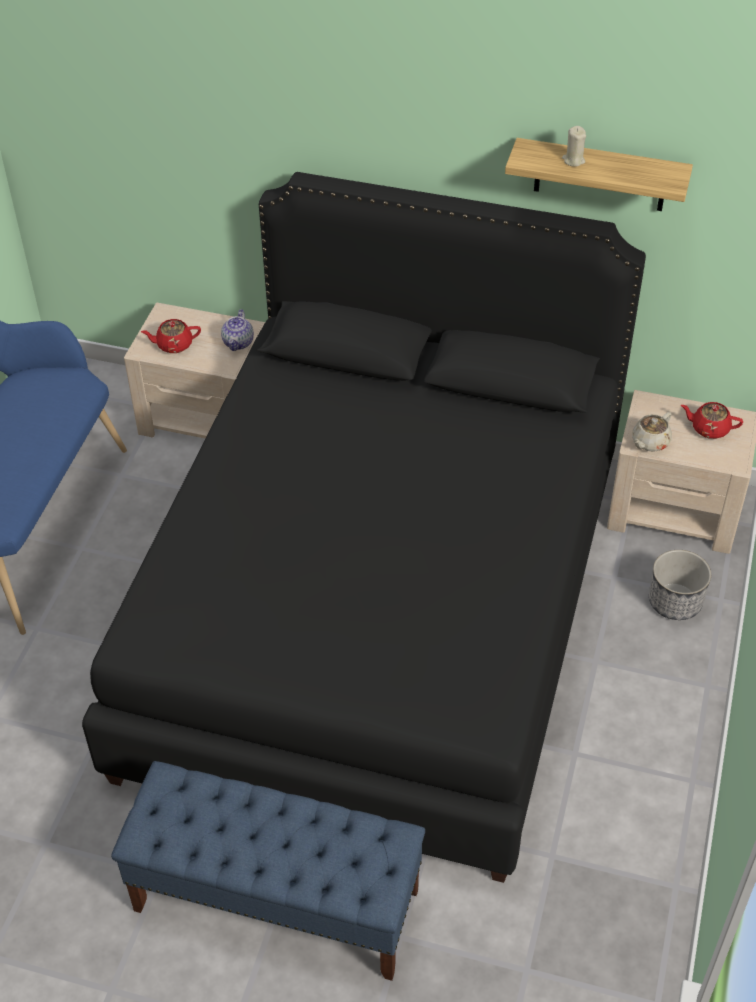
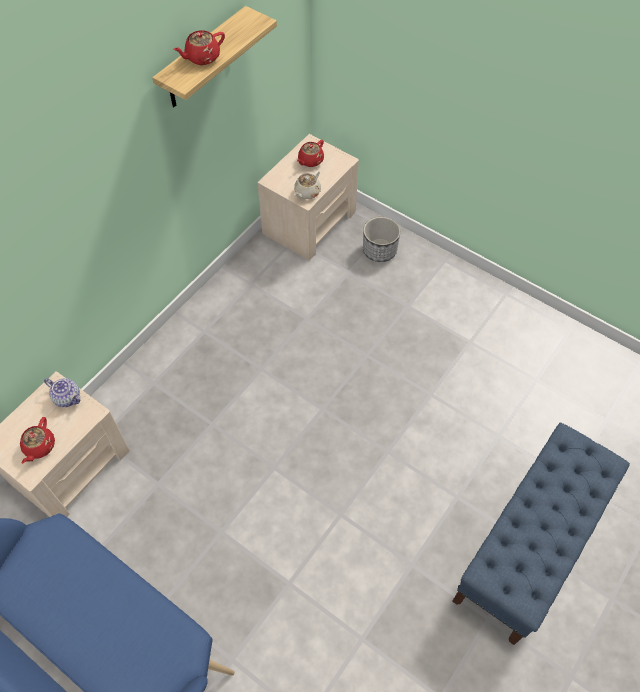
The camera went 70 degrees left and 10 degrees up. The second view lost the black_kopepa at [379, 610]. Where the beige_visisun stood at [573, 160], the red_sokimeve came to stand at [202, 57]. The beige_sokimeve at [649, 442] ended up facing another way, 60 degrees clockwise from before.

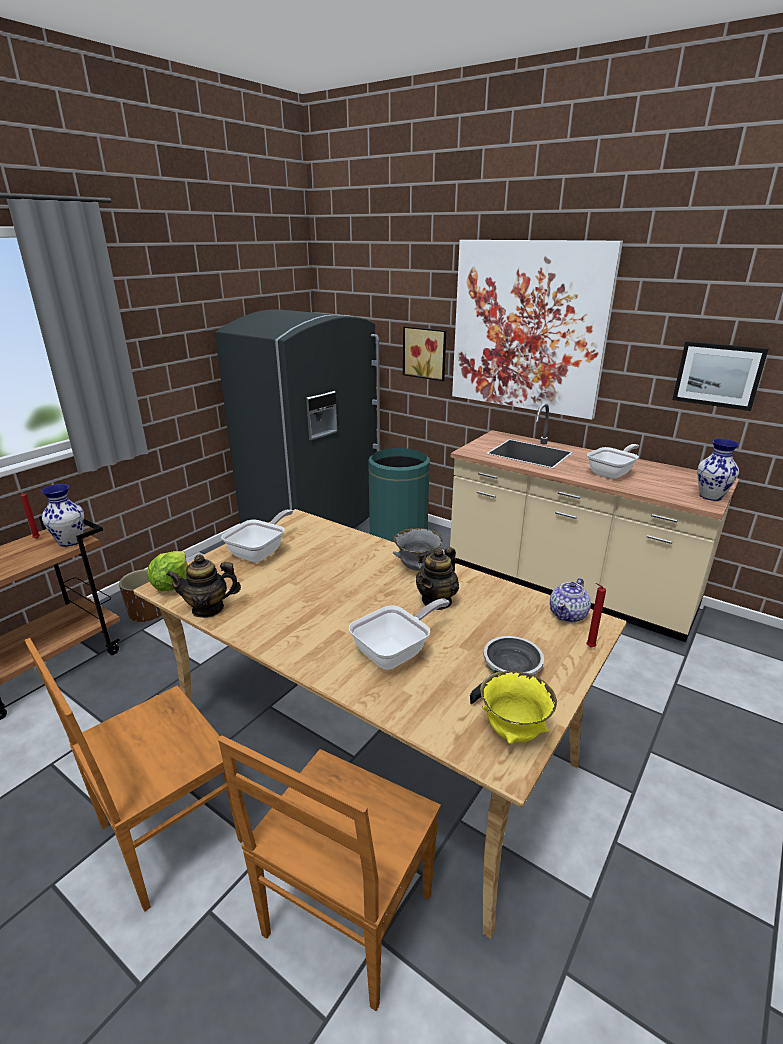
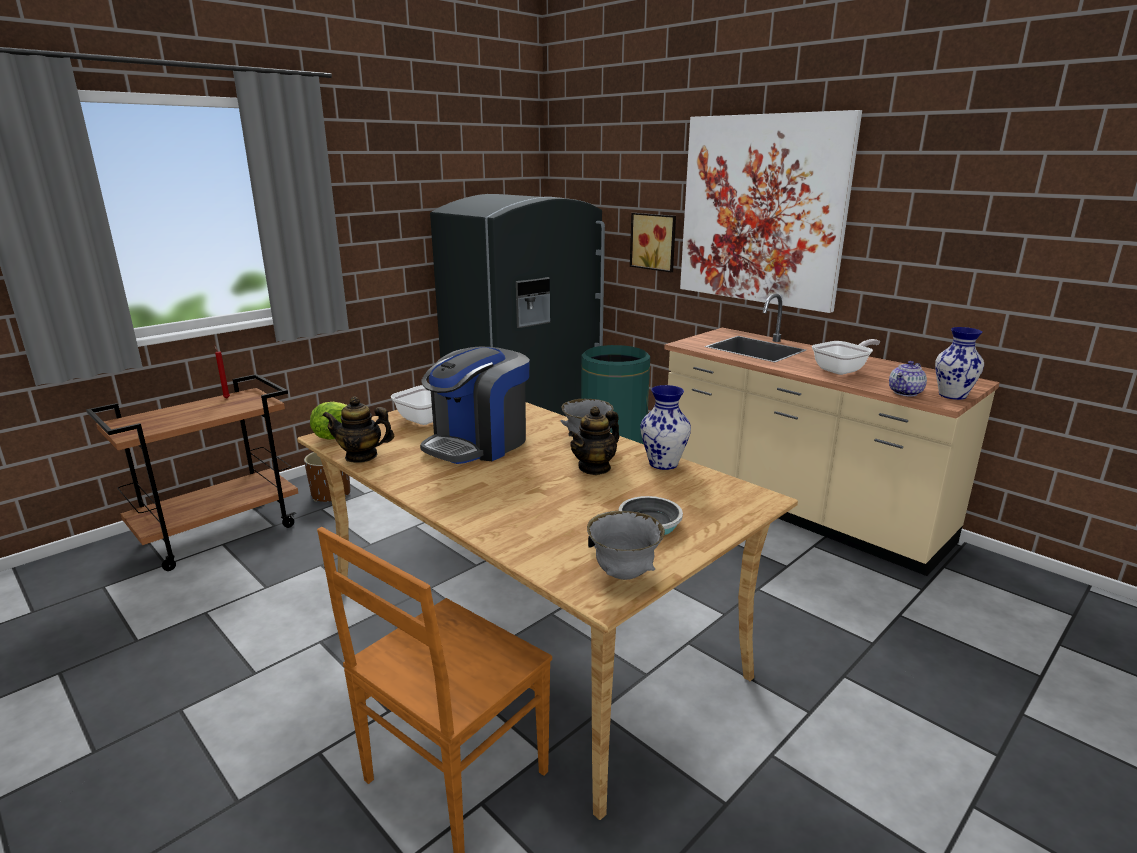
The camera went 10 degrees right and 5 degrees down. The second view lost the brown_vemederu at [167, 835]. The second view lost the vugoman at [396, 652]. The second view lost the red_visisun at [589, 647]. The second view lost the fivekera at [718, 375]. The second view gained the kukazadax at [478, 444]. The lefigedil ended up elsewhere, having gone from [70, 542] to [663, 464]. The sokimeve ended up elsewhere, having gone from [568, 614] to [905, 392]. What was the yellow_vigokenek at [513, 732] turned into the grey_vigokenek at [624, 574].

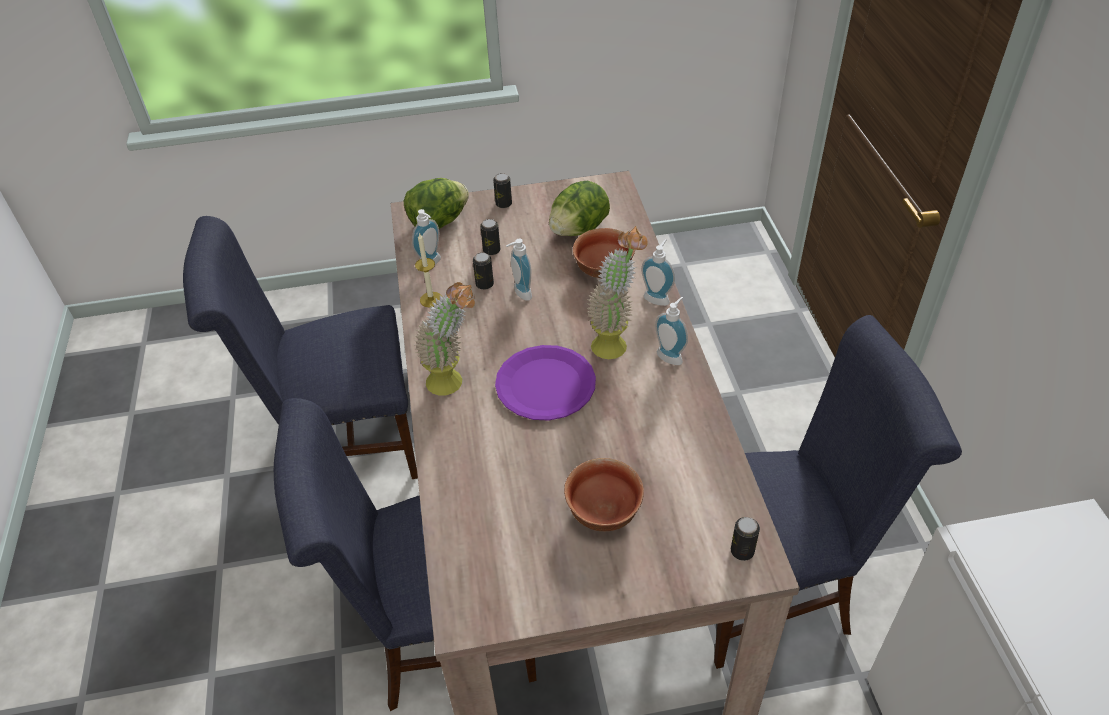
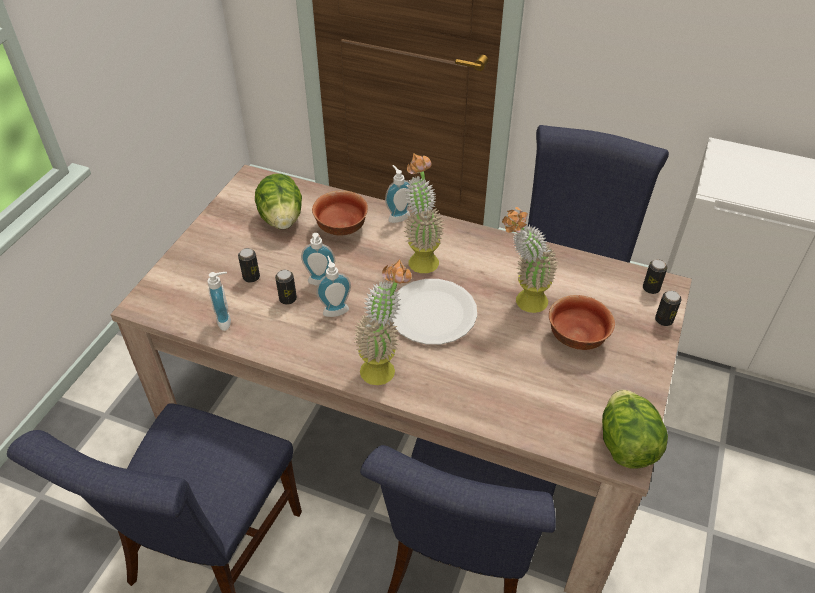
The camera went 60 degrees left and 0 degrees up. The second view lost the visisun at [431, 299]. The second view gained the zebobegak at [523, 301]. The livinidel ended up elsewhere, having gone from [438, 222] to [626, 445]. The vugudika ended up elsewhere, having gone from [503, 204] to [663, 320]. The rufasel ended up elsewhere, having gone from [671, 355] to [335, 309]. What was the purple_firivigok at [546, 384] turned into the white_firivigok at [432, 313].

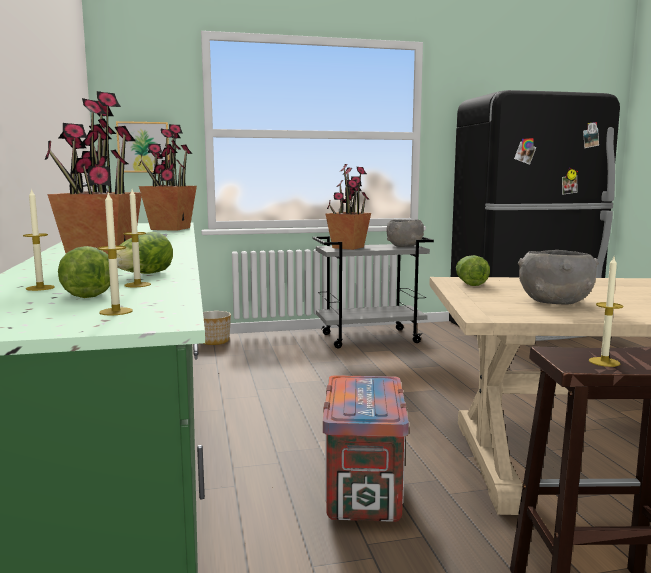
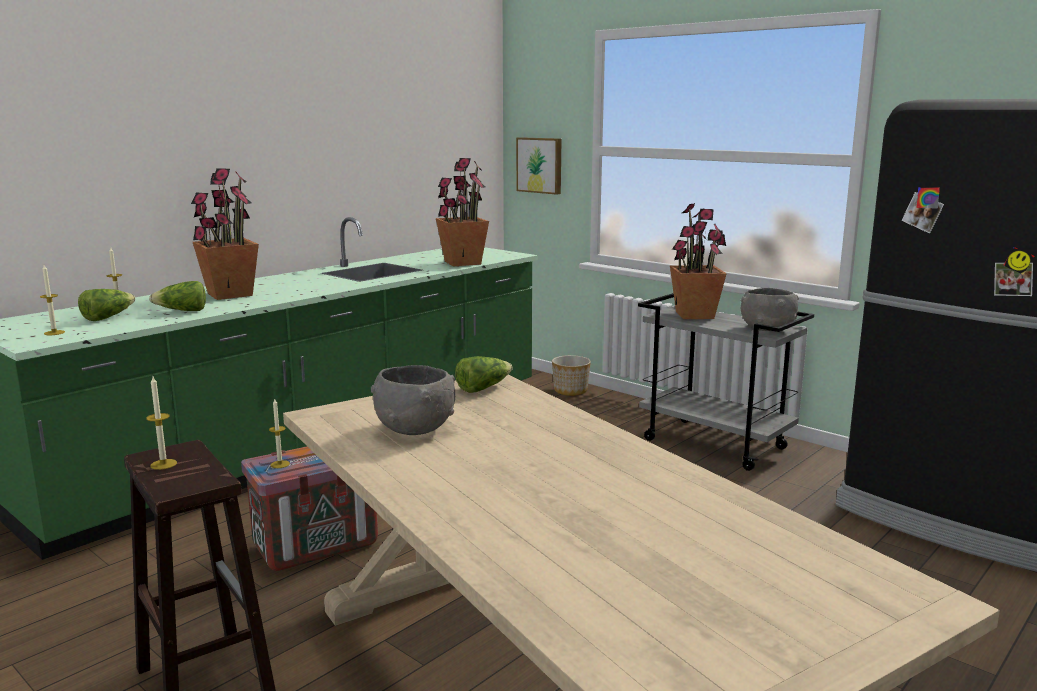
The camera went 55 degrees right and 5 degrees up. The visisun ended up elsewhere, having gone from [137, 285] to [280, 464].

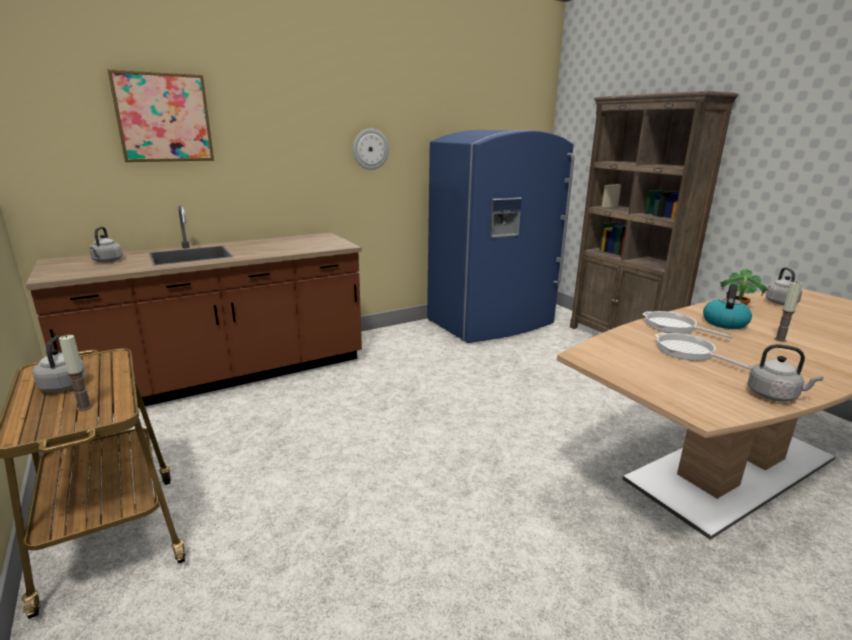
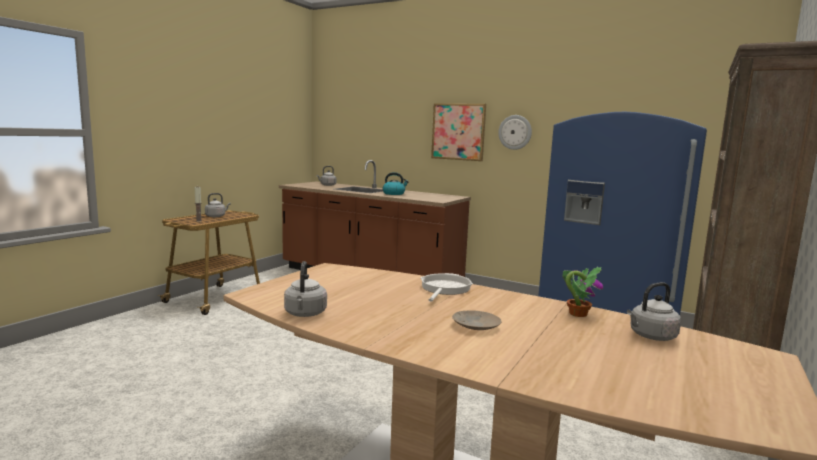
The camera went 60 degrees right and 10 degrees down. The second view lost the vugoman at [688, 352]. The fivekera ended up elsewhere, having gone from [163, 118] to [458, 132]. The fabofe ended up elsewhere, having gone from [724, 322] to [394, 194]. Where the visisun stood at [780, 339], the beige_firivigok came to stand at [475, 325].

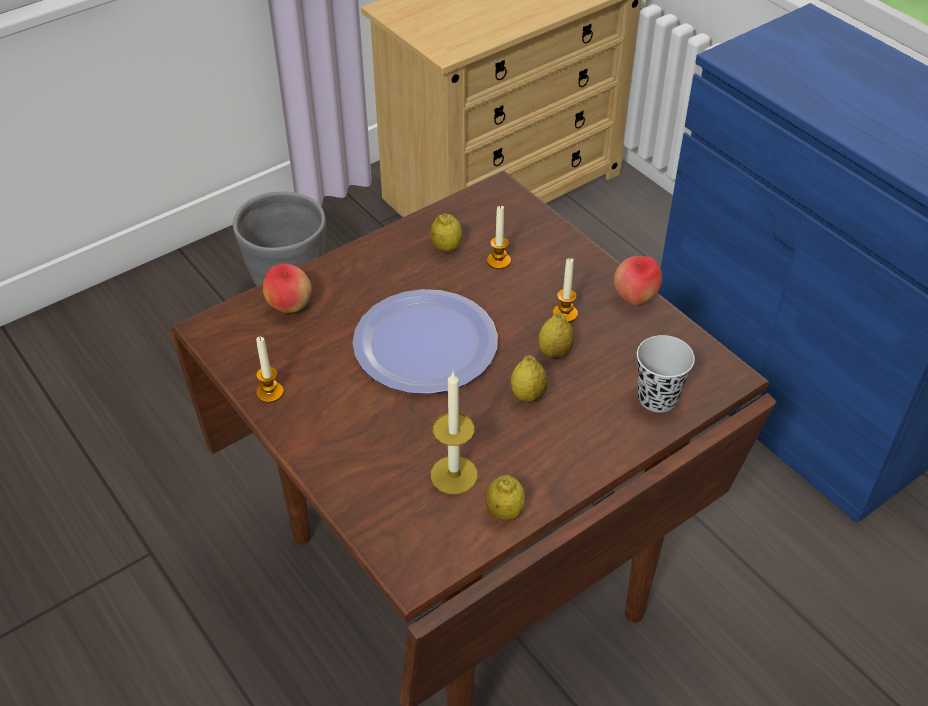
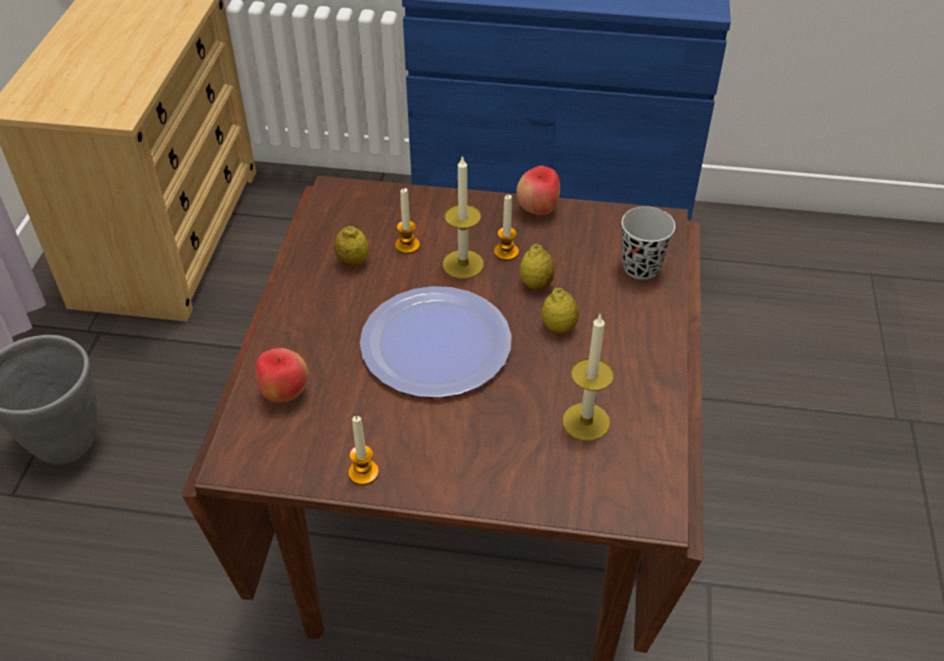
The camera went 45 degrees left and 0 degrees up. The second view lost the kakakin at [504, 511]. The second view gained the visisun at [463, 264].

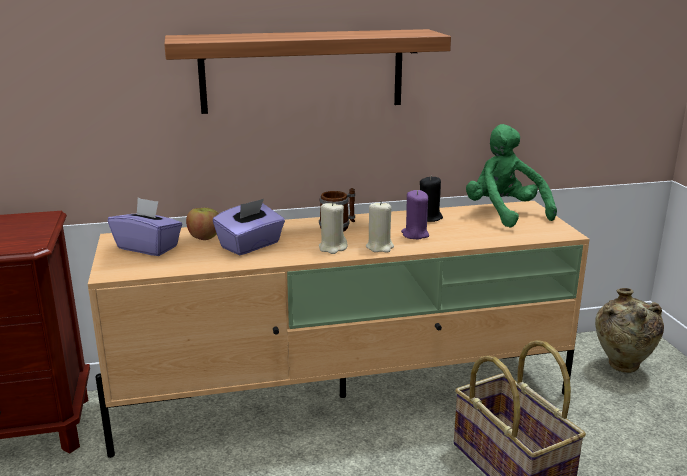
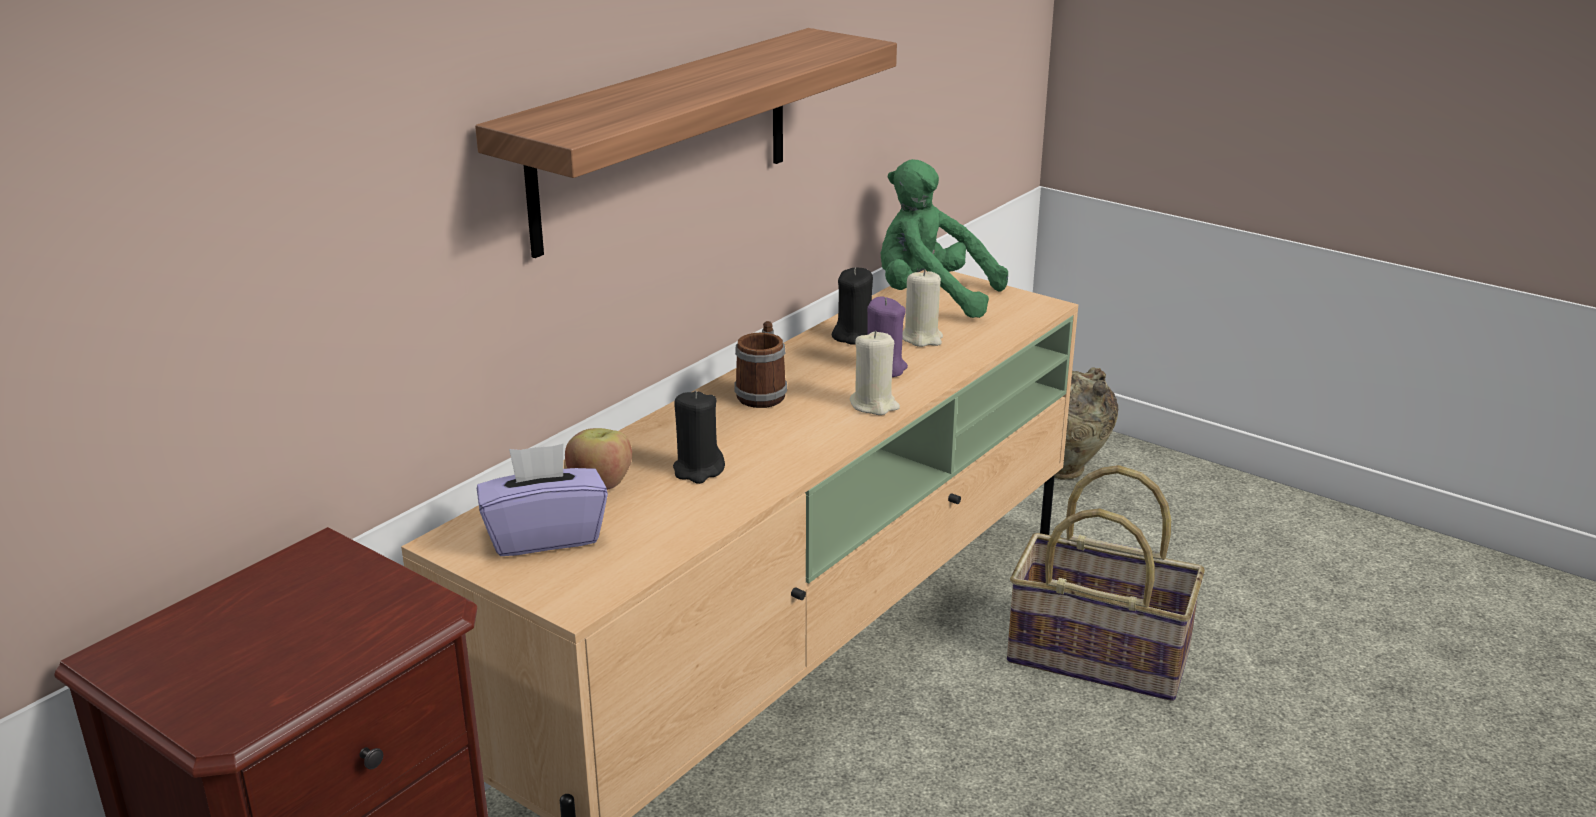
The camera went 40 degrees left and 5 degrees up. The beige_visisun ended up elsewhere, having gone from [332, 248] to [922, 338]. Where the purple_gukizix stood at [251, 245], the black_visisun came to stand at [698, 470].

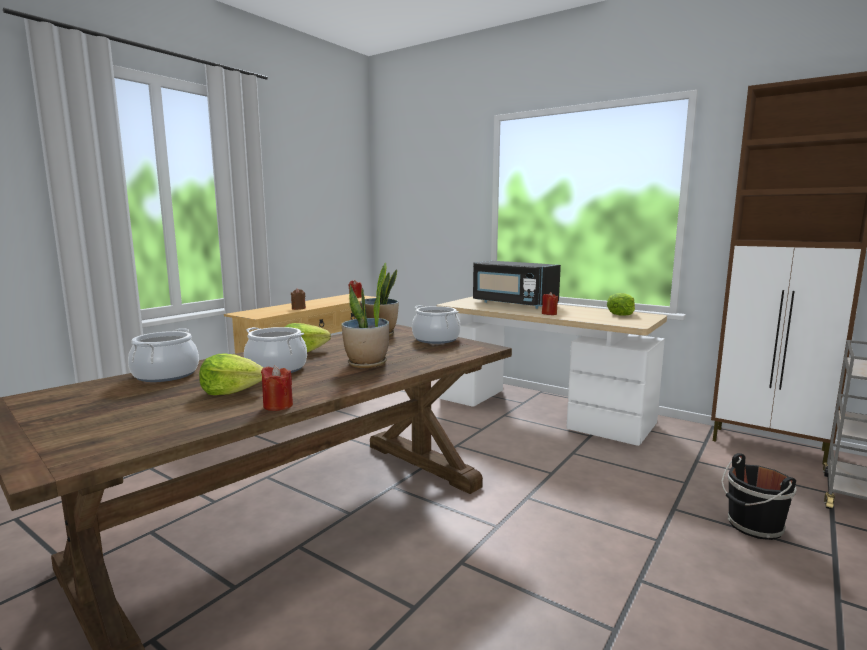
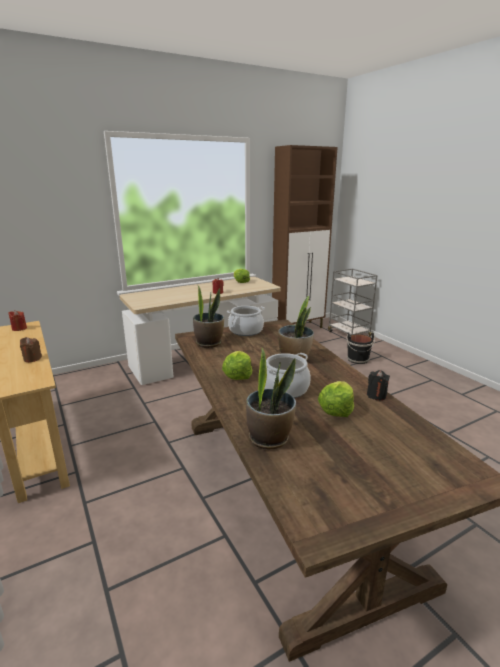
The camera went 65 degrees left and 10 degrees up. The second view lost the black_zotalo at [513, 304]. Where the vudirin stood at [165, 375], the zebobegak came to stand at [269, 438]. What was the red_visisun at [278, 406] turned into the black_visisun at [376, 395].

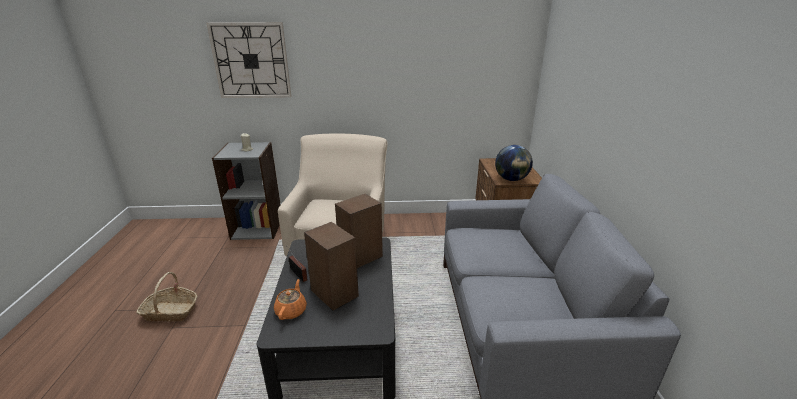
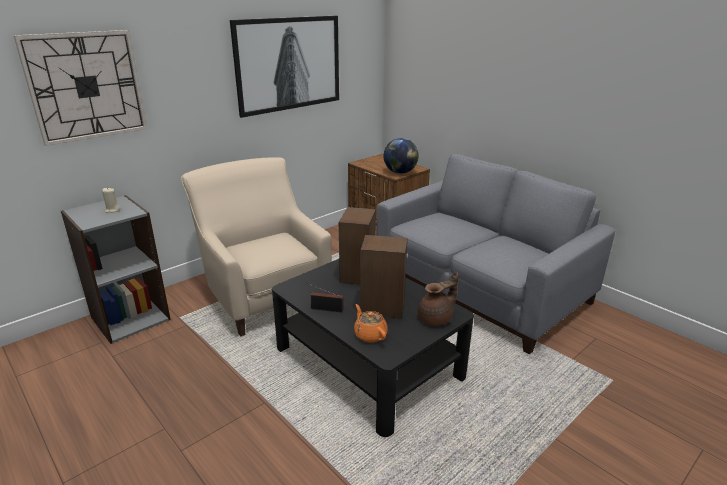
The camera went 40 degrees left and 0 degrees up. The second view lost the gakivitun at [171, 312]. The second view gained the fivekera at [288, 64]. The second view gained the brown_sokimeve at [436, 318].

